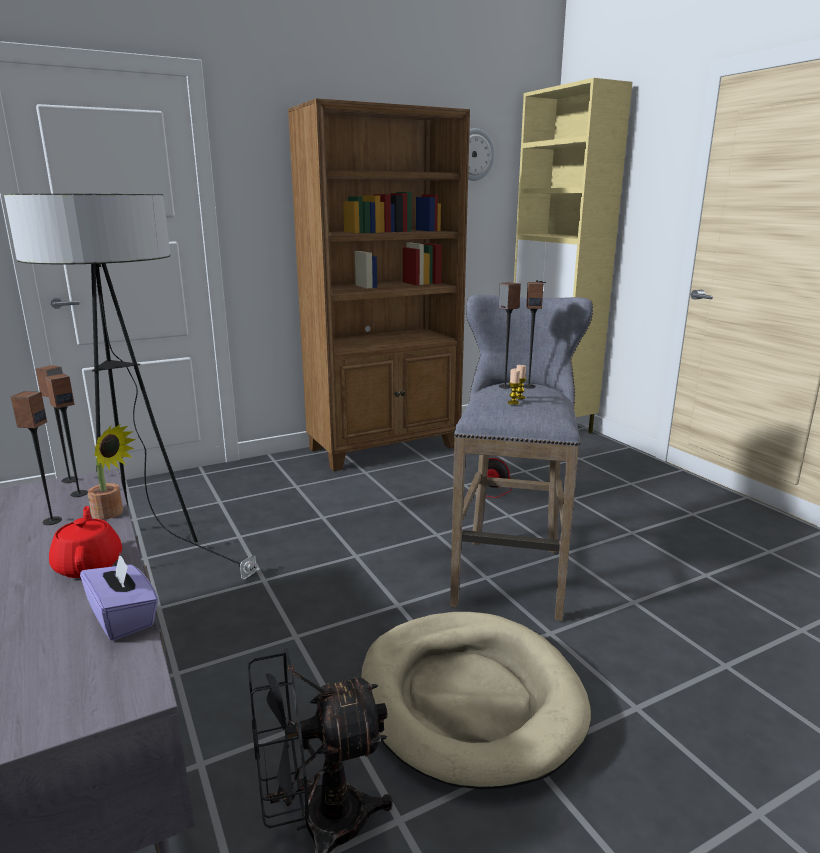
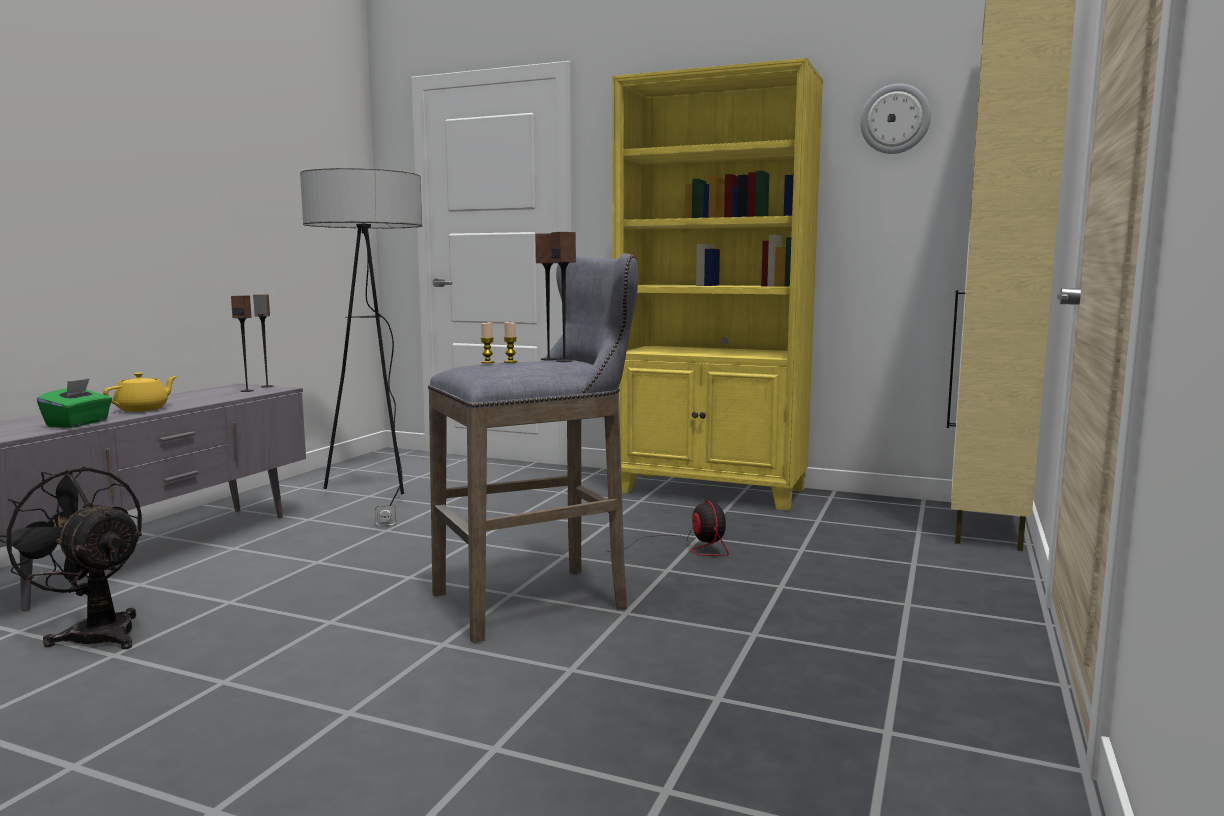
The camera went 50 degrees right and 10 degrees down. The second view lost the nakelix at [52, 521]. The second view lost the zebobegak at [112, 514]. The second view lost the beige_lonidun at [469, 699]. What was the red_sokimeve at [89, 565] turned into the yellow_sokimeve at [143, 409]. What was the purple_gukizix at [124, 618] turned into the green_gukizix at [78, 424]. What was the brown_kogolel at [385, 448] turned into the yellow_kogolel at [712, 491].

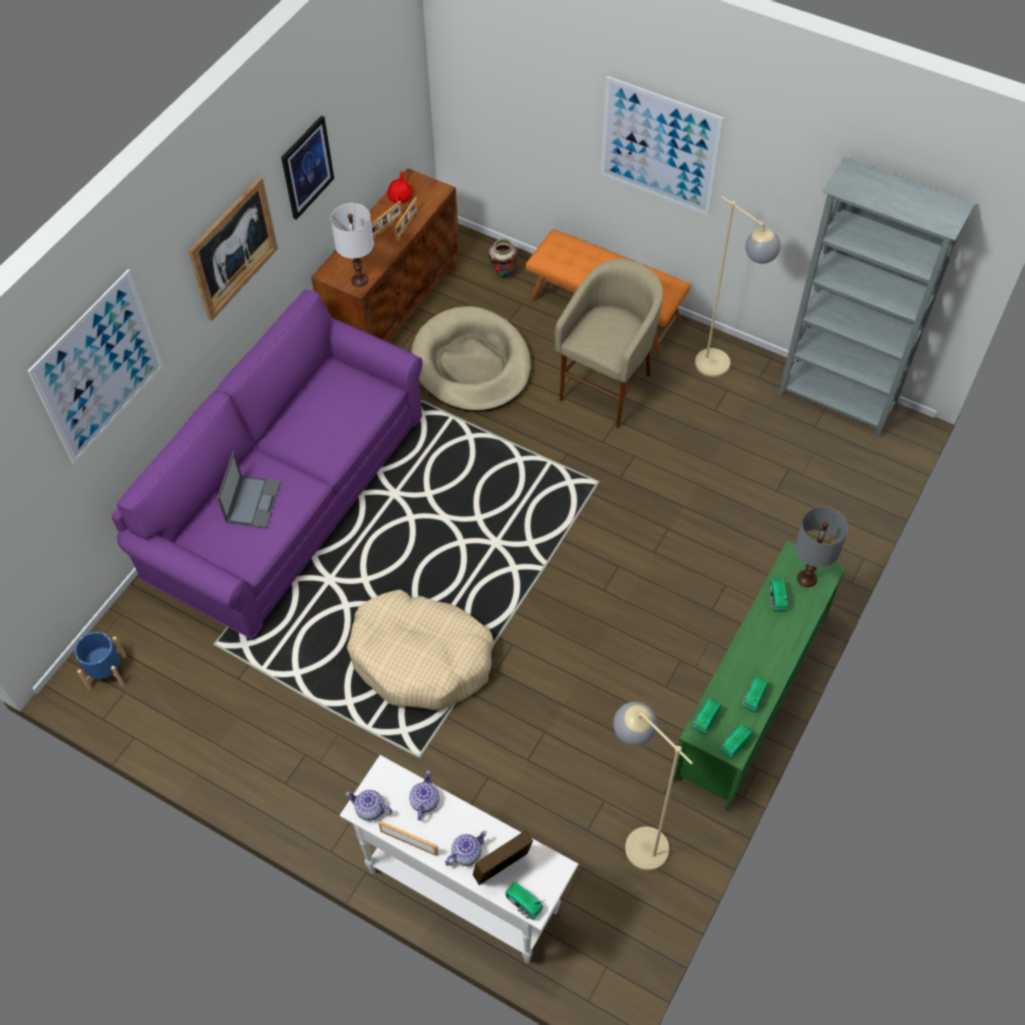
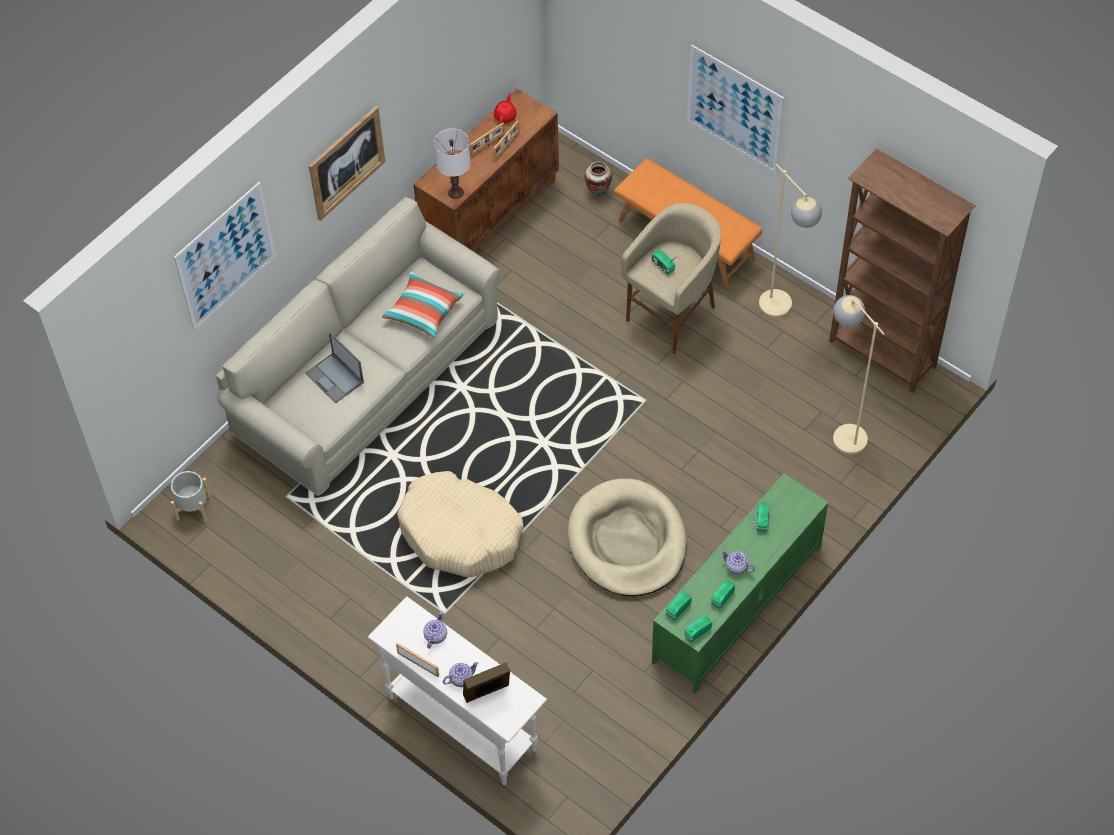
The camera went 10 degrees right and 0 degrees up. The second view lost the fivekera at [307, 167]. The second view lost the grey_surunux at [807, 578]. The second view gained the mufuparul at [423, 311]. The sokimeve ended up elsewhere, having gone from [370, 809] to [736, 567]. The beige_lonidun ended up elsewhere, having gone from [472, 364] to [627, 541]. The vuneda ended up elsewhere, having gone from [524, 905] to [663, 266]. The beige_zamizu ended up elsewhere, having gone from [635, 837] to [842, 431]. What was the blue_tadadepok at [107, 672] turned into the grey_tadadepok at [193, 507]. What was the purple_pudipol at [287, 497] turned into the beige_pudipol at [366, 378]. What was the grey_kogolel at [837, 401] turned into the brown_kogolel at [882, 355]. The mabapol at [253, 501] ended up facing another way, 120 degrees clockwise from before.

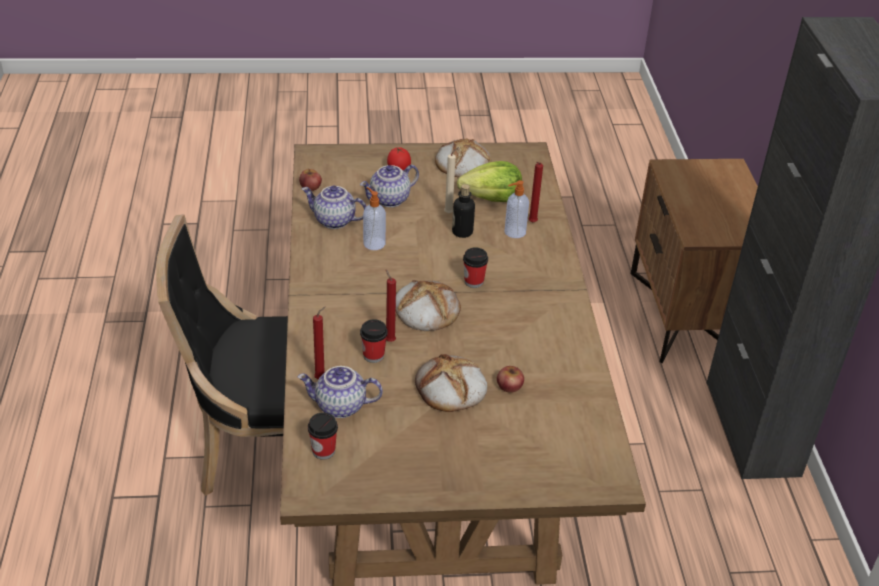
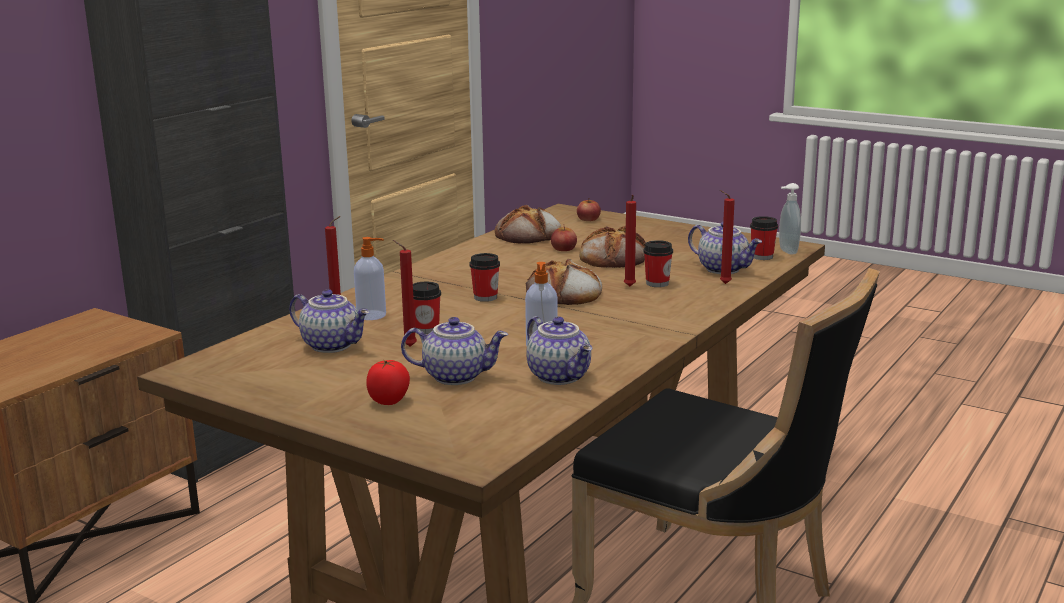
The camera went 140 degrees left and 20 degrees down. The second view gained the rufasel at [786, 251]. The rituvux ended up elsewhere, having gone from [310, 186] to [588, 219]. The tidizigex ended up elsewhere, having gone from [462, 164] to [529, 235]. Where the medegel stood at [462, 232], the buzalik came to stand at [426, 329]. Where the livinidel stood at [492, 198], the sokimeve came to stand at [333, 345]. What was the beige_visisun at [450, 213] turned into the red_visisun at [407, 346].

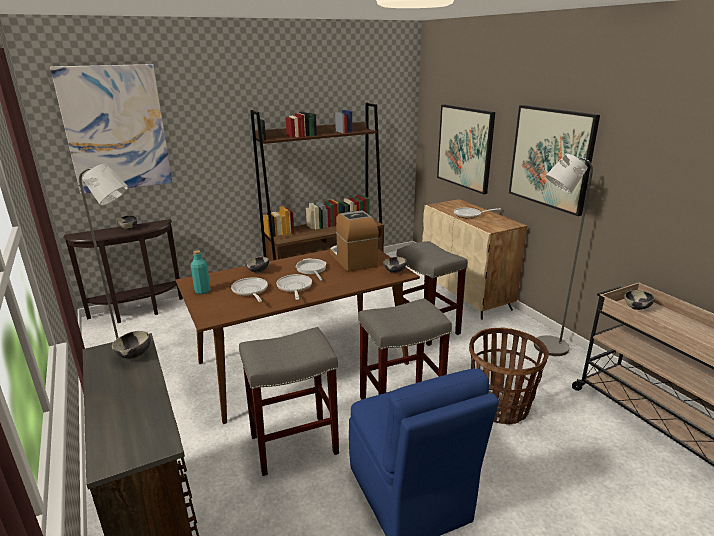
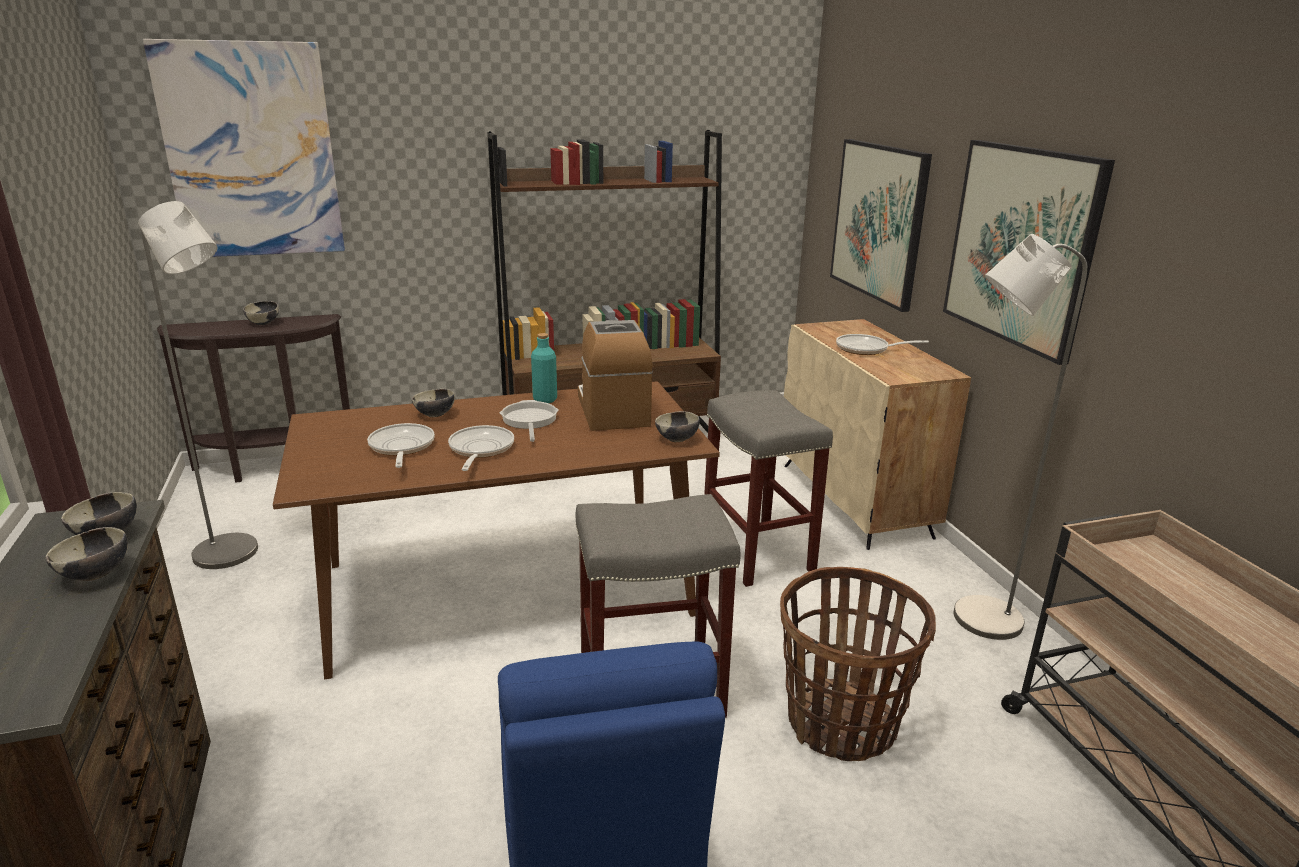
The camera went 10 degrees right and 0 degrees up. The second view lost the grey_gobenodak at [293, 445]. The turquoise_medegel ended up elsewhere, having gone from [202, 291] to [545, 399]. The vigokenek ended up elsewhere, having gone from [637, 308] to [95, 575].

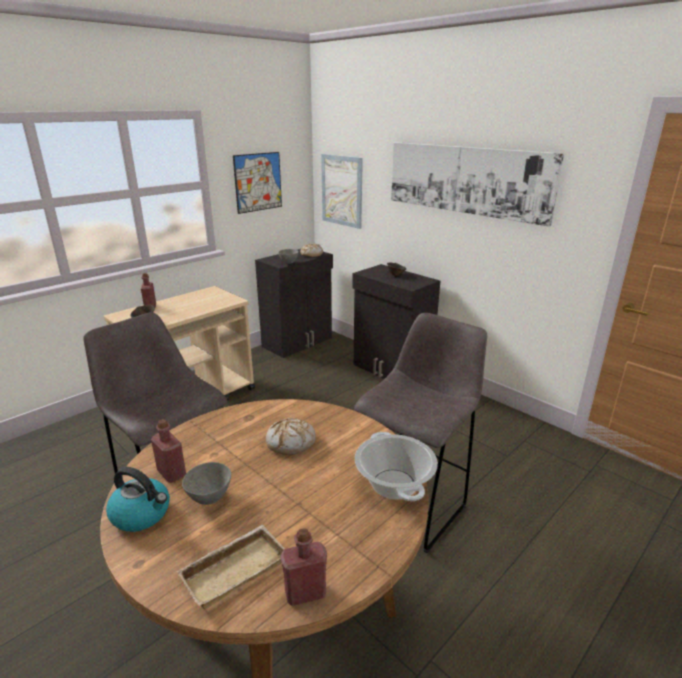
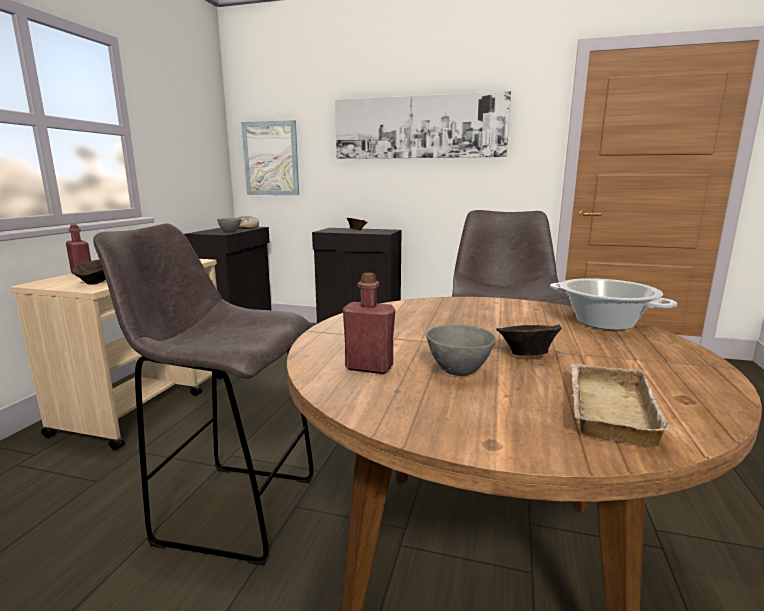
The camera went 30 degrees left and 10 degrees down. The second view lost the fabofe at [142, 514]. The second view lost the fivekera at [258, 182]. The second view lost the tidizigex at [291, 442]. The second view lost the red_medegel at [305, 593]. The second view gained the brown_vigokenek at [526, 355].

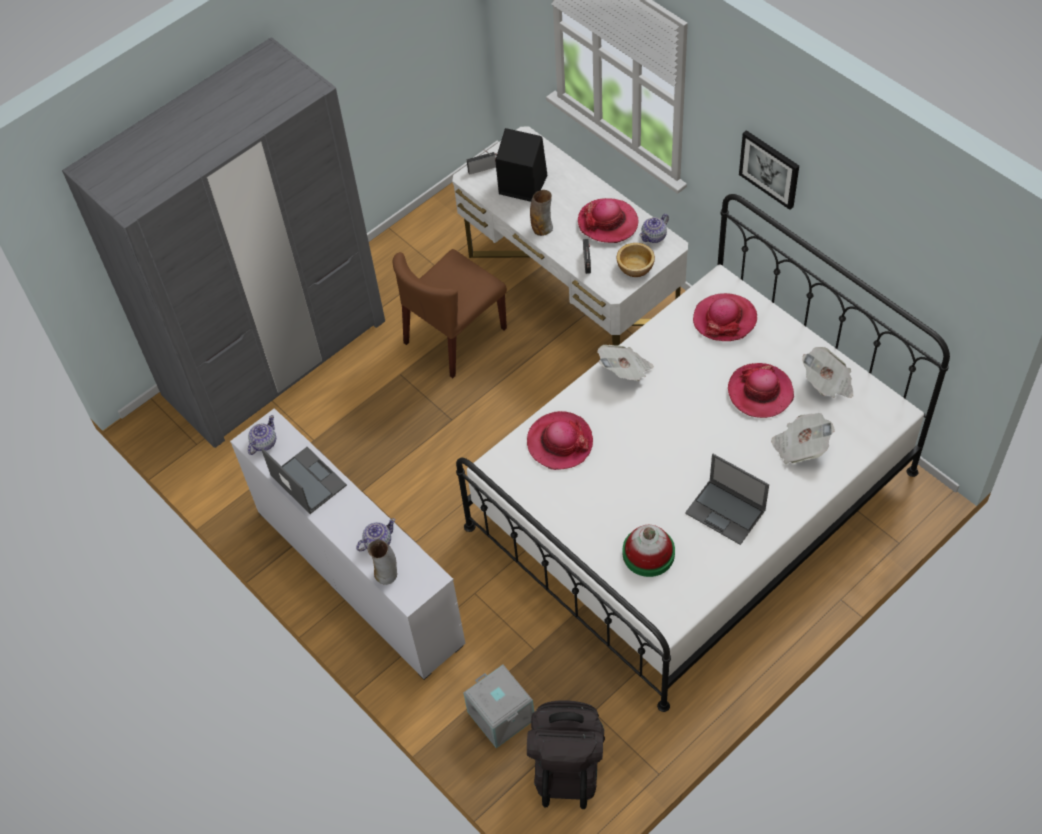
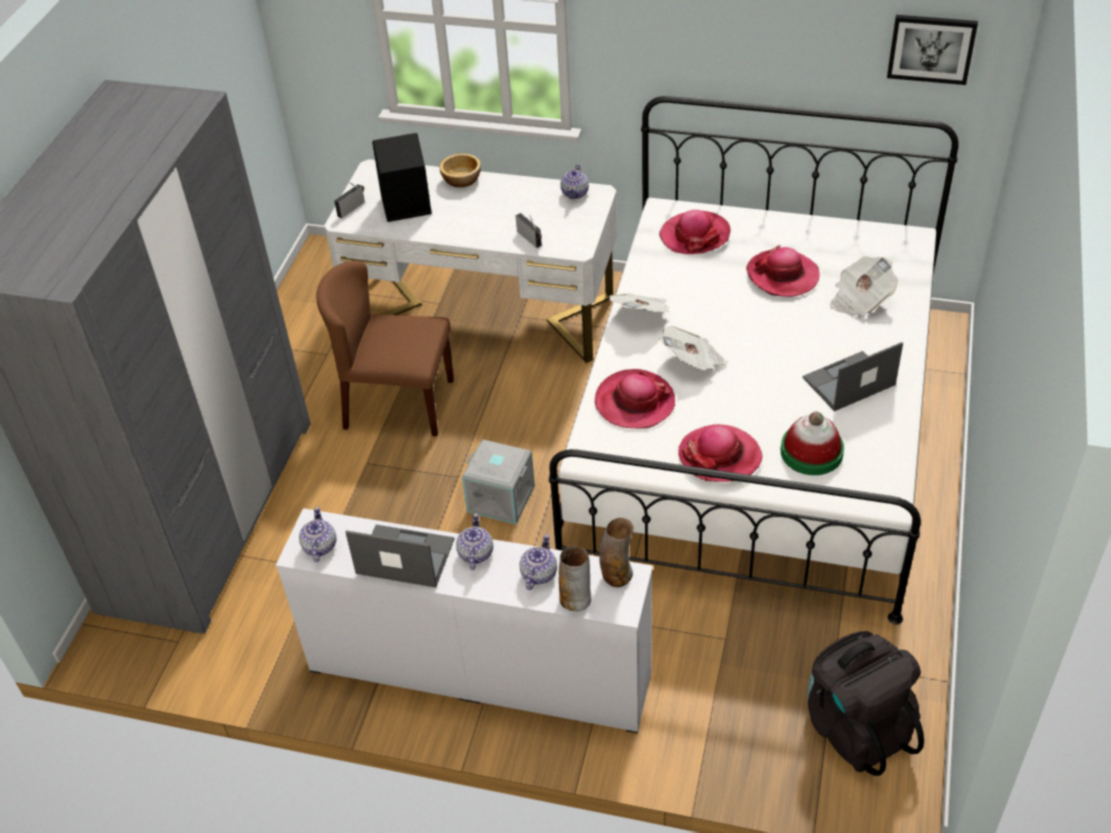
The camera went 35 degrees left and 10 degrees down. The second view gained the sokimeve at [475, 554]. The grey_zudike ended up elsewhere, having gone from [502, 715] to [502, 498]. The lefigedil ended up elsewhere, having gone from [542, 228] to [616, 574]. The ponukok ended up elsewhere, having gone from [608, 222] to [719, 456]. The vigokenek ended up elsewhere, having gone from [636, 267] to [462, 179]. The fivekera ended up elsewhere, having gone from [770, 168] to [931, 48]. The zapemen ended up elsewhere, having gone from [827, 383] to [693, 362]. The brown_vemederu at [455, 336] ended up facing another way, 90 degrees clockwise from before. The mabapol at [726, 512] ended up facing another way, 150 degrees clockwise from before.

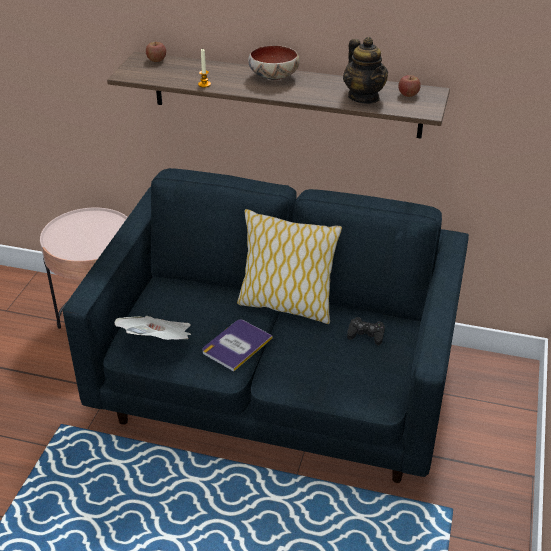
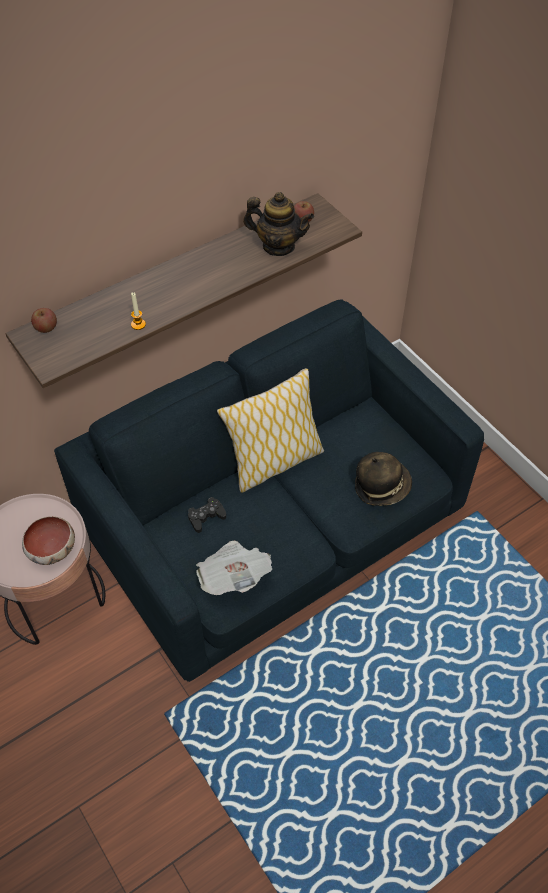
The camera went 50 degrees left and 15 degrees up. The second view lost the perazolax at [236, 345]. The second view gained the ponukok at [381, 486]. The vigokenek ended up elsewhere, having gone from [273, 77] to [51, 550]. The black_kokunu ended up elsewhere, having gone from [366, 334] to [206, 517].

